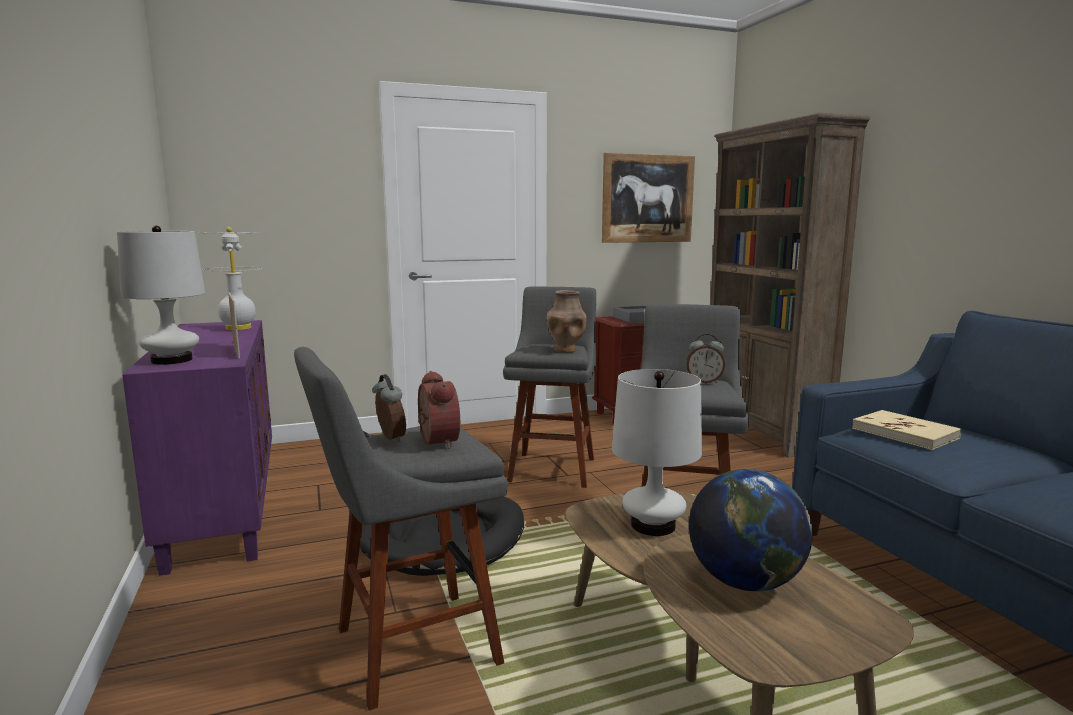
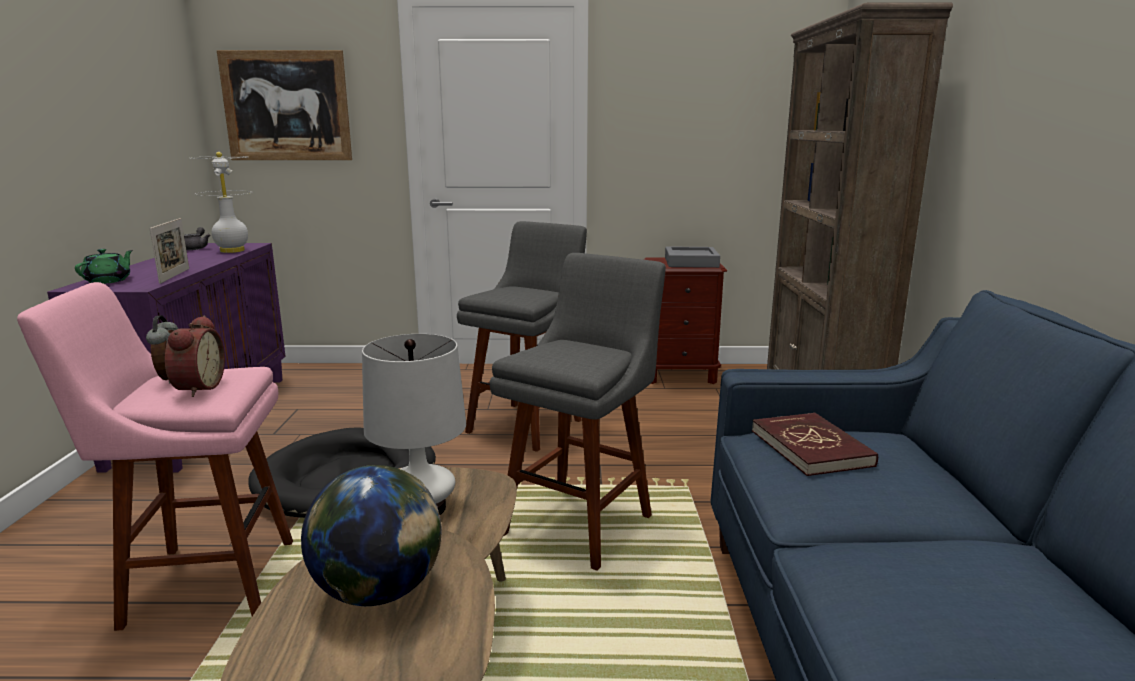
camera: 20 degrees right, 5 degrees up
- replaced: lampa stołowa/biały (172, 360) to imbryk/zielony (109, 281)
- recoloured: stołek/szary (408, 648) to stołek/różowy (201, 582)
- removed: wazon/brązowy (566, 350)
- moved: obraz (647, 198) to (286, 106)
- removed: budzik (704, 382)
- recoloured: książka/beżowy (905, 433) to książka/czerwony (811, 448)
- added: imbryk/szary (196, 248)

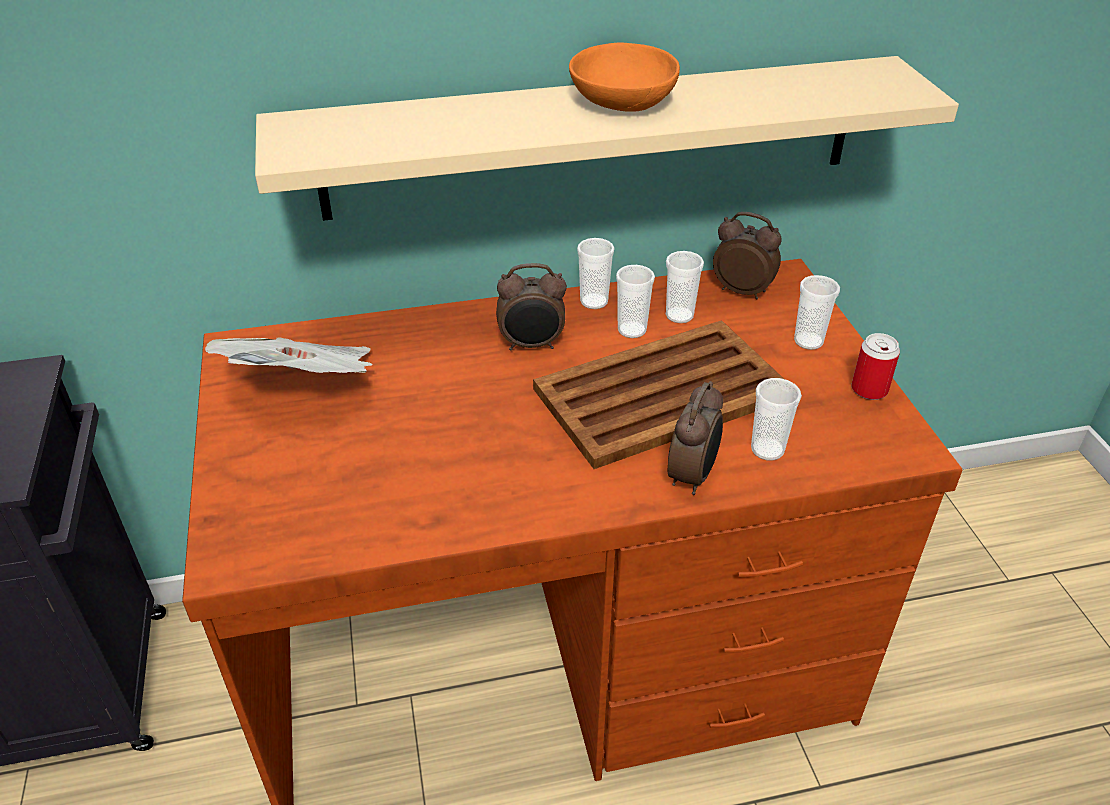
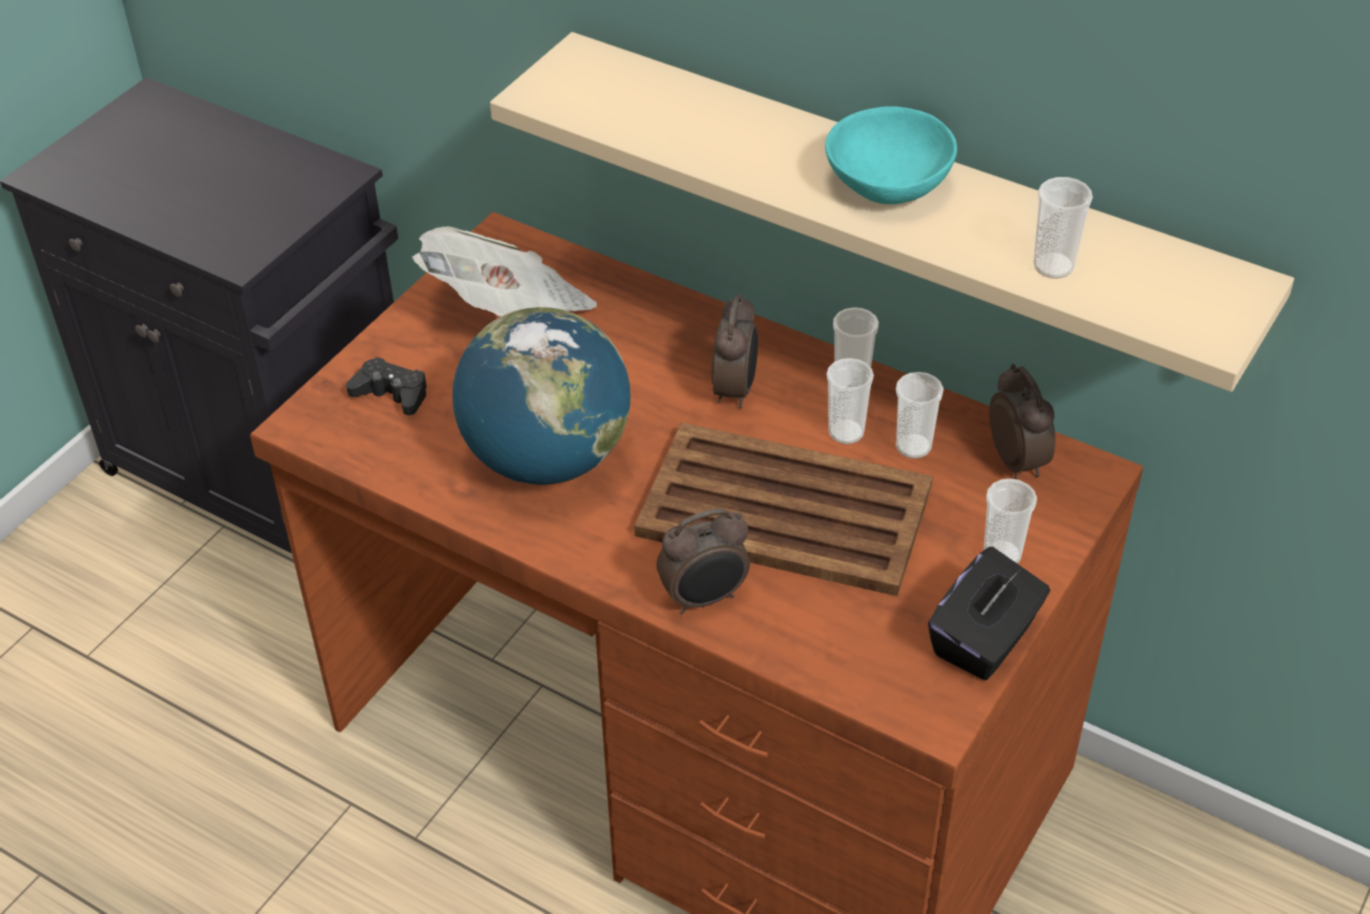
camera: 45 degrees right, 5 degrees up
- turned: budzik (532, 345) = (735, 389) 120 degrees counterclockwise
- recoloured: miska/pomarańczowy (621, 103) to miska/turkusowy (886, 183)
- moved: filiżanka (767, 449) to (1053, 266)
- replaced: puszka (869, 389) to pudełko chusteczek/czarny (985, 640)
- added: pad do gier/czarny (391, 394)
- added: globus (547, 458)

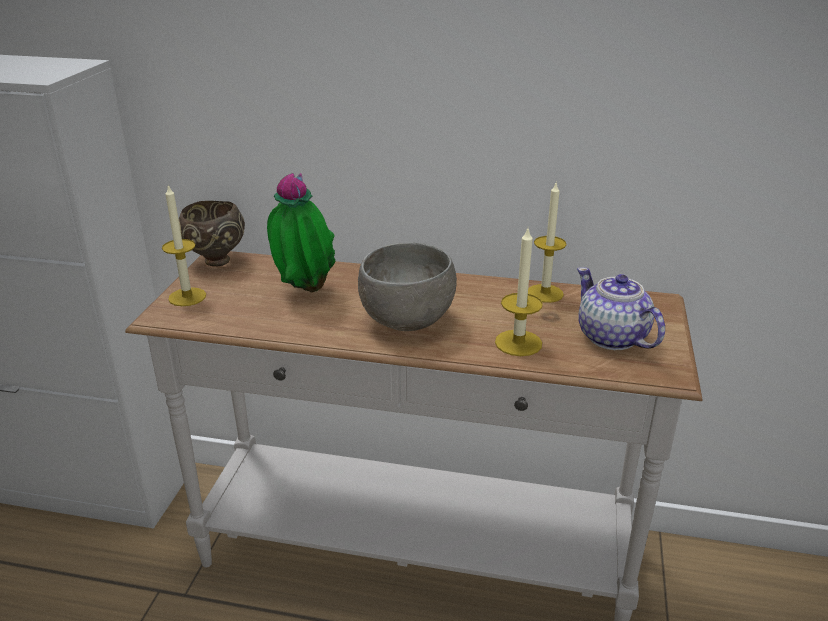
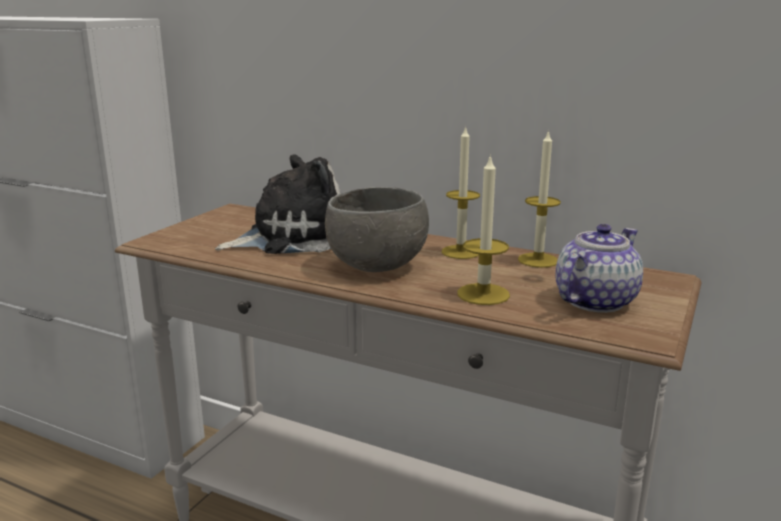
camera: 15 degrees right, 10 degrees down
- moved: świeca (187, 297) to (460, 252)
- removed: miska/brązowy (215, 261)
- replaced: roślina doniczkowa (304, 292) to pluszak (292, 237)
- turned: imbryk (612, 338) = (593, 301) 60 degrees clockwise

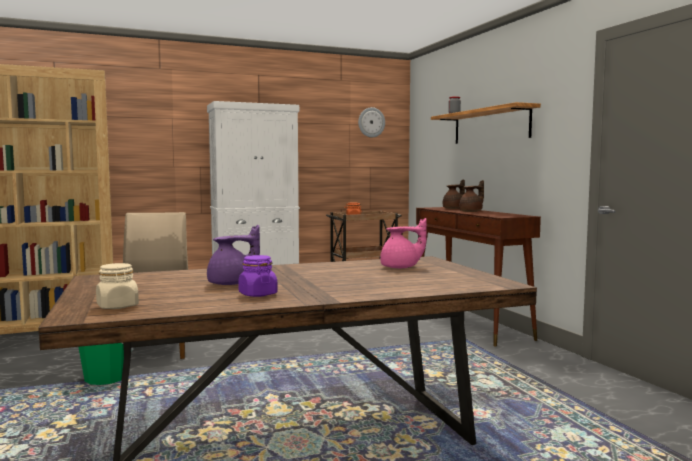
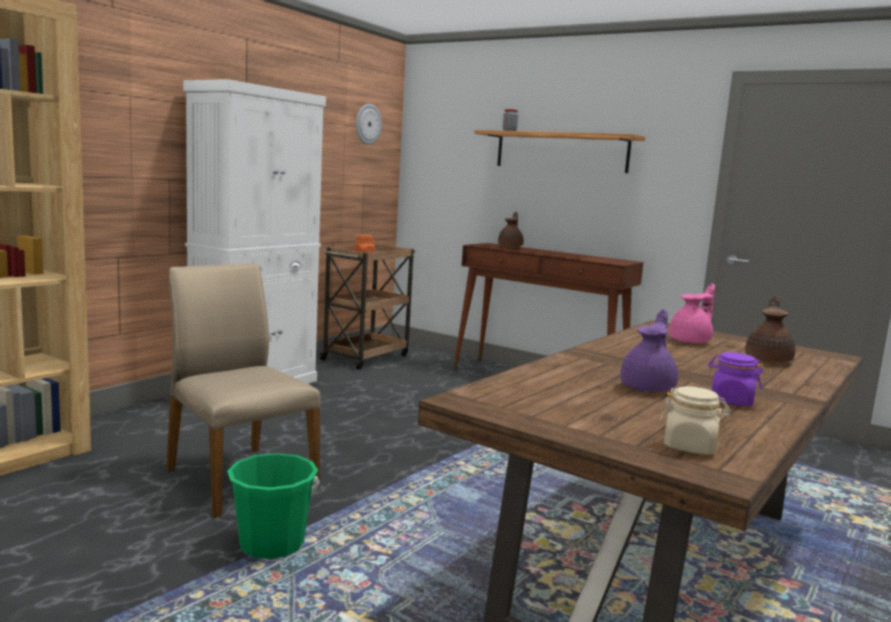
camera: 35 degrees left, 5 degrees up
- moved: imbryk/brązowy (471, 211) to (768, 360)

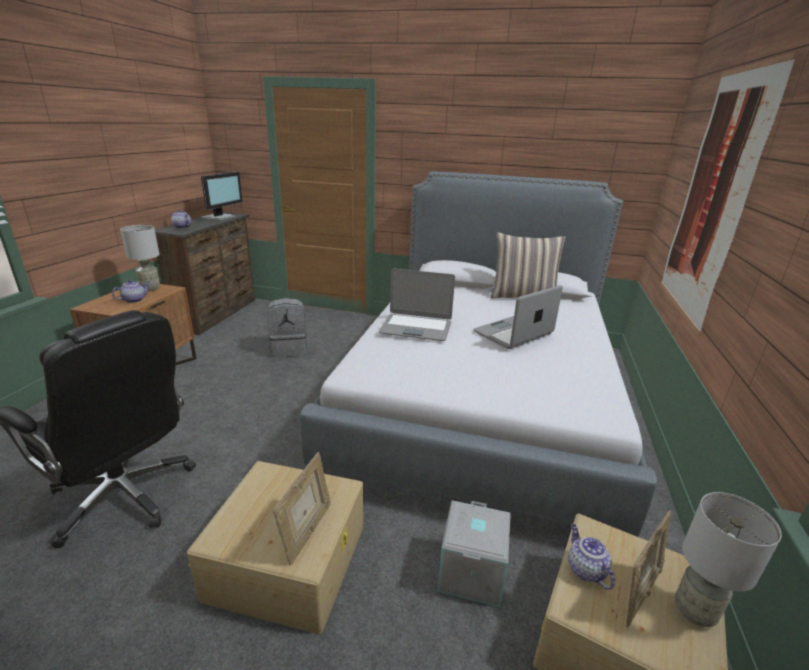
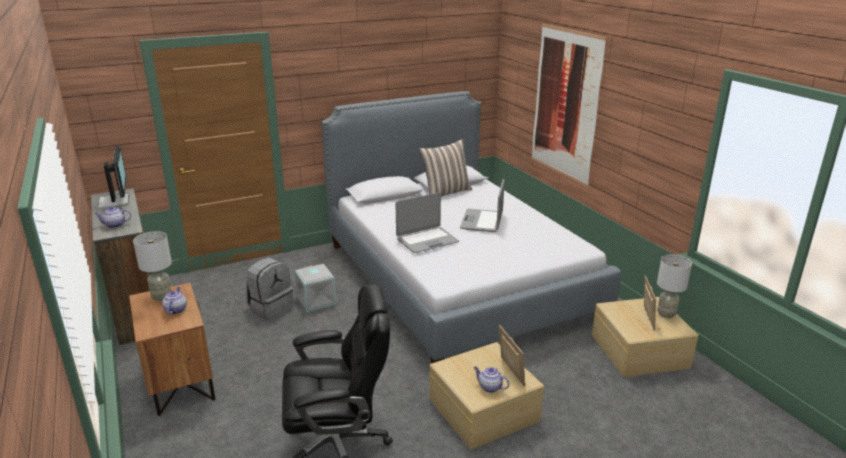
camera: 40 degrees left, 0 degrees up
- moved: pojemnik do przechowywania/szary (472, 573) to (317, 300)
- moved: imbryk (585, 569) to (489, 387)

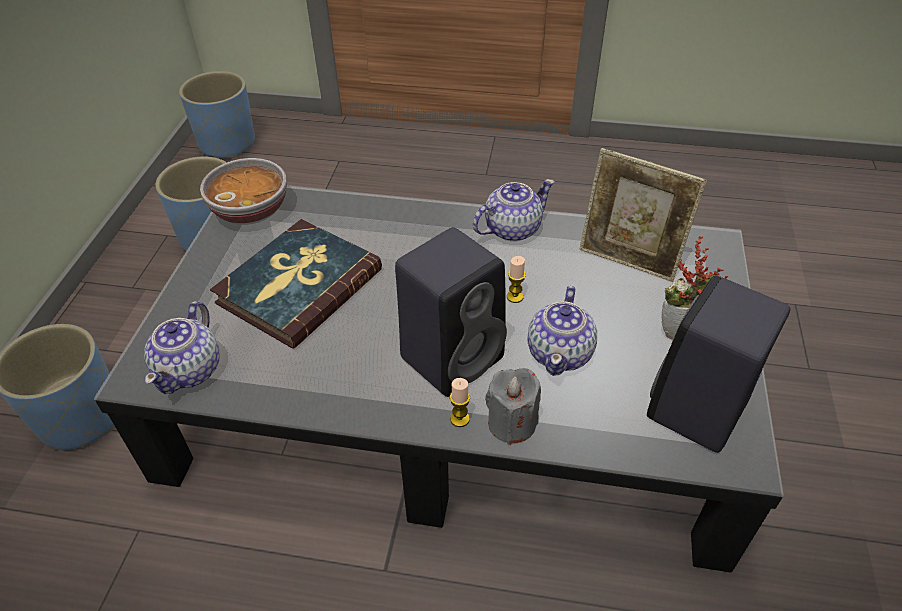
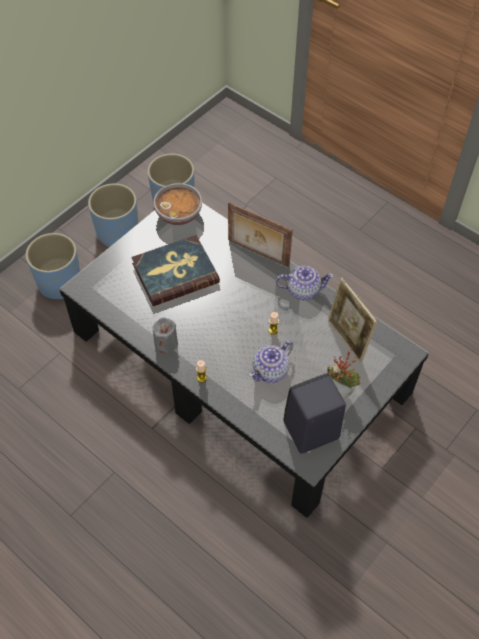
camera: 30 degrees right, 10 degrees up
- removed: imbryk (190, 369)
- moved: donica/niebieski (227, 144) to (117, 233)
- removed: głośnik/czarny (454, 355)
- moved: świeca/szary (512, 423) to (166, 343)
- added: ramka na zdjęcie (257, 253)

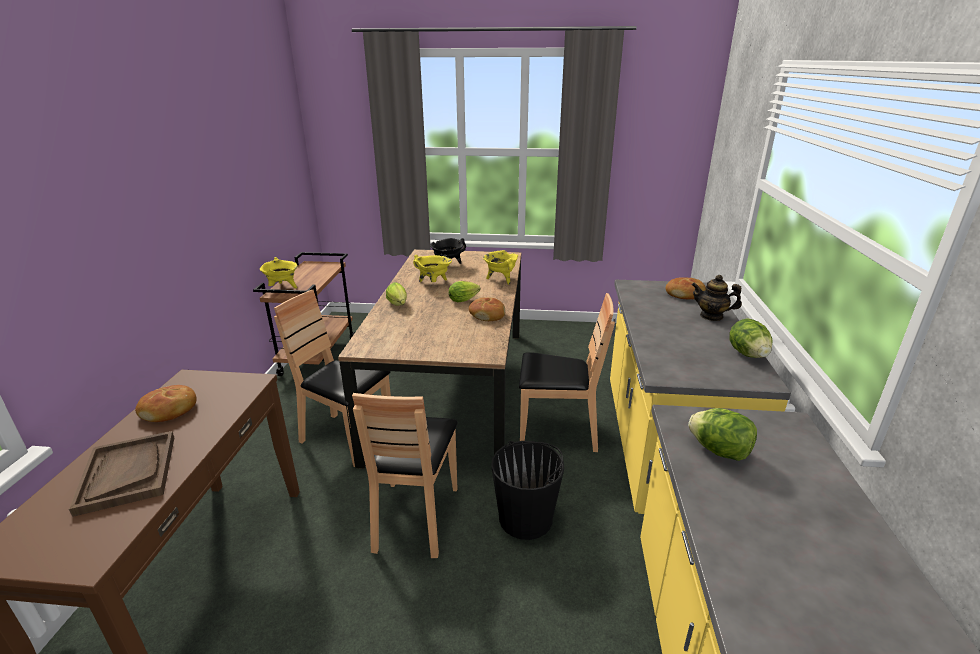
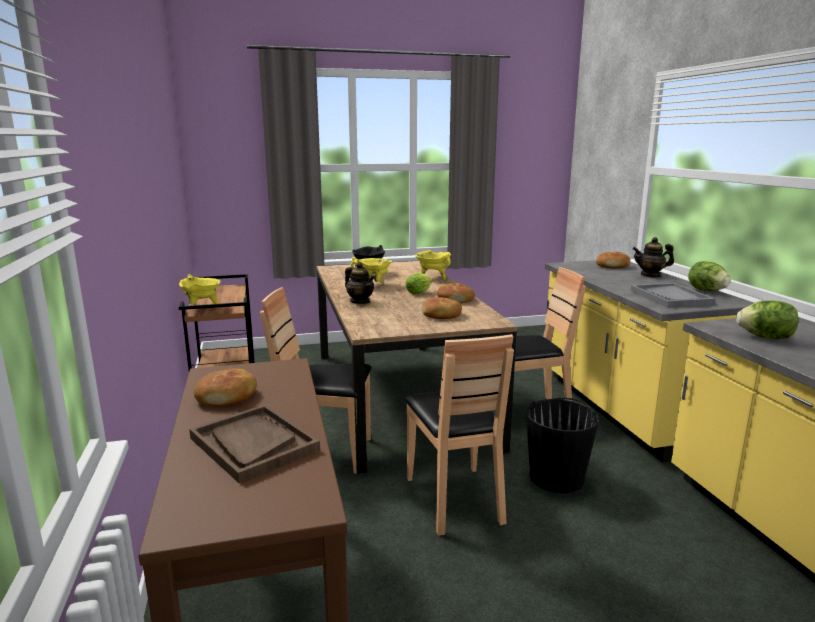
camera: 20 degrees left, 10 degrees down
- replaced: sałata (398, 305) to imbryk (360, 302)
- added: chleb (441, 315)
- added: taca/szary (670, 297)

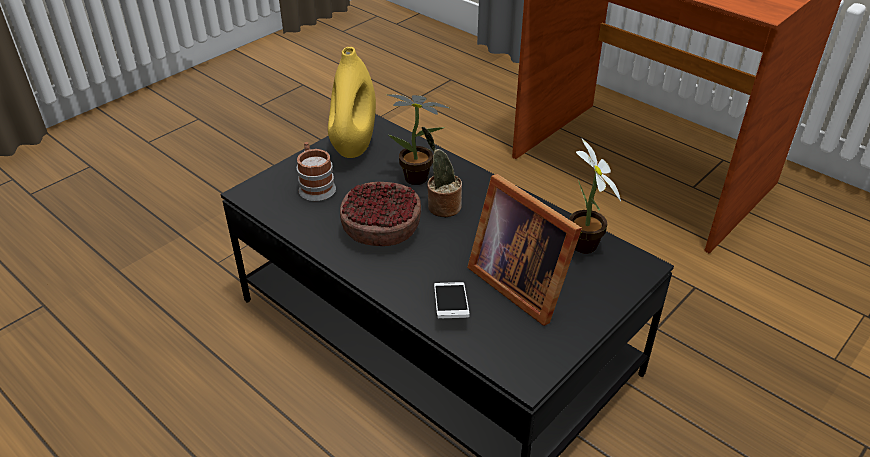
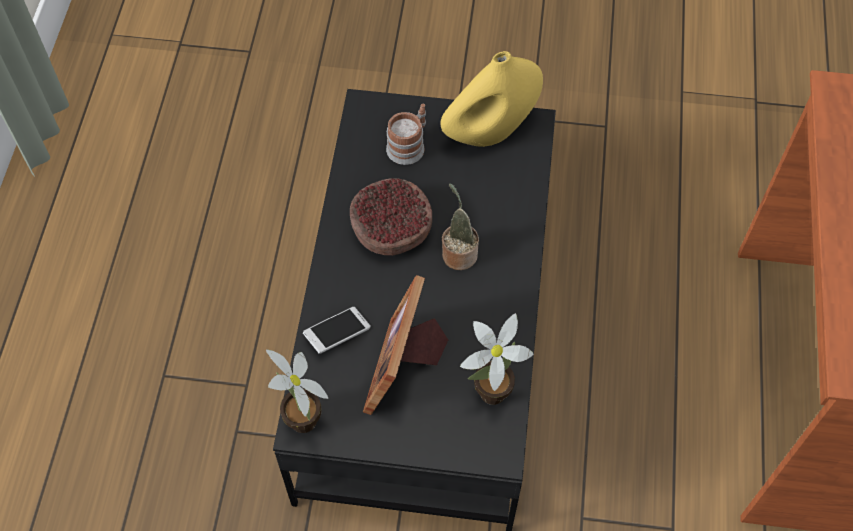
camera: 55 degrees right, 20 degrees up
- moved: roślina doniczkowa (420, 179) to (303, 425)

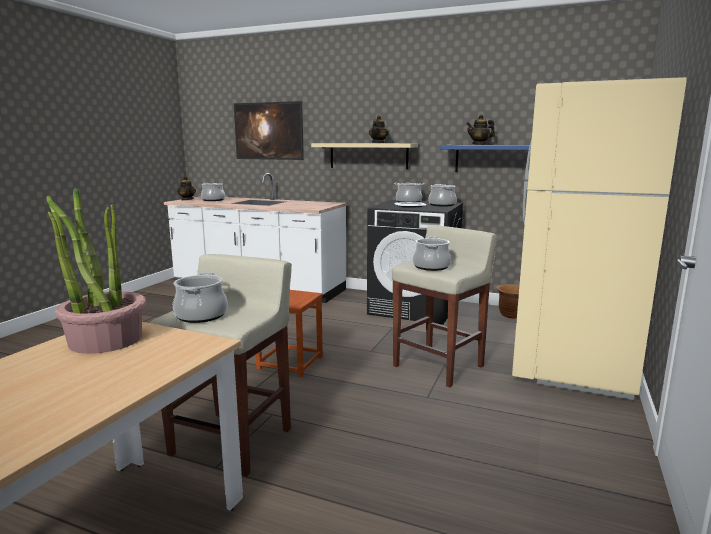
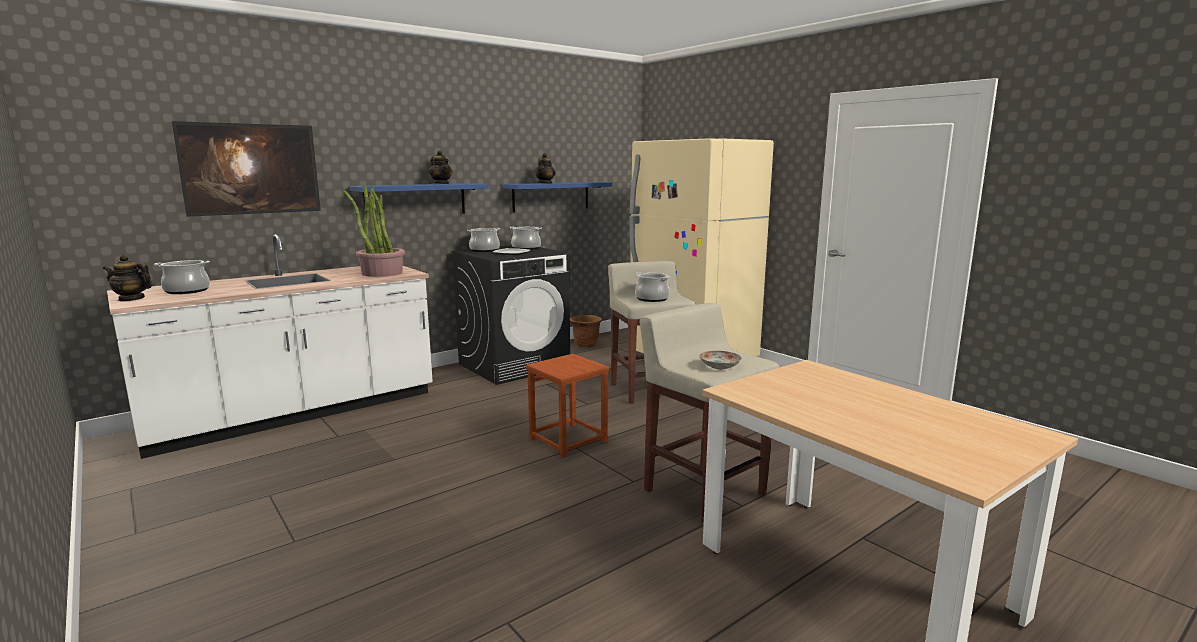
camera: 60 degrees left, 0 degrees up
- moved: roślina doniczkowa (105, 339) to (381, 273)
- replaced: garnek (201, 315) to talerz (720, 366)
- recoloured: półka/beżowy (368, 156) to półka/niebieski (416, 200)

